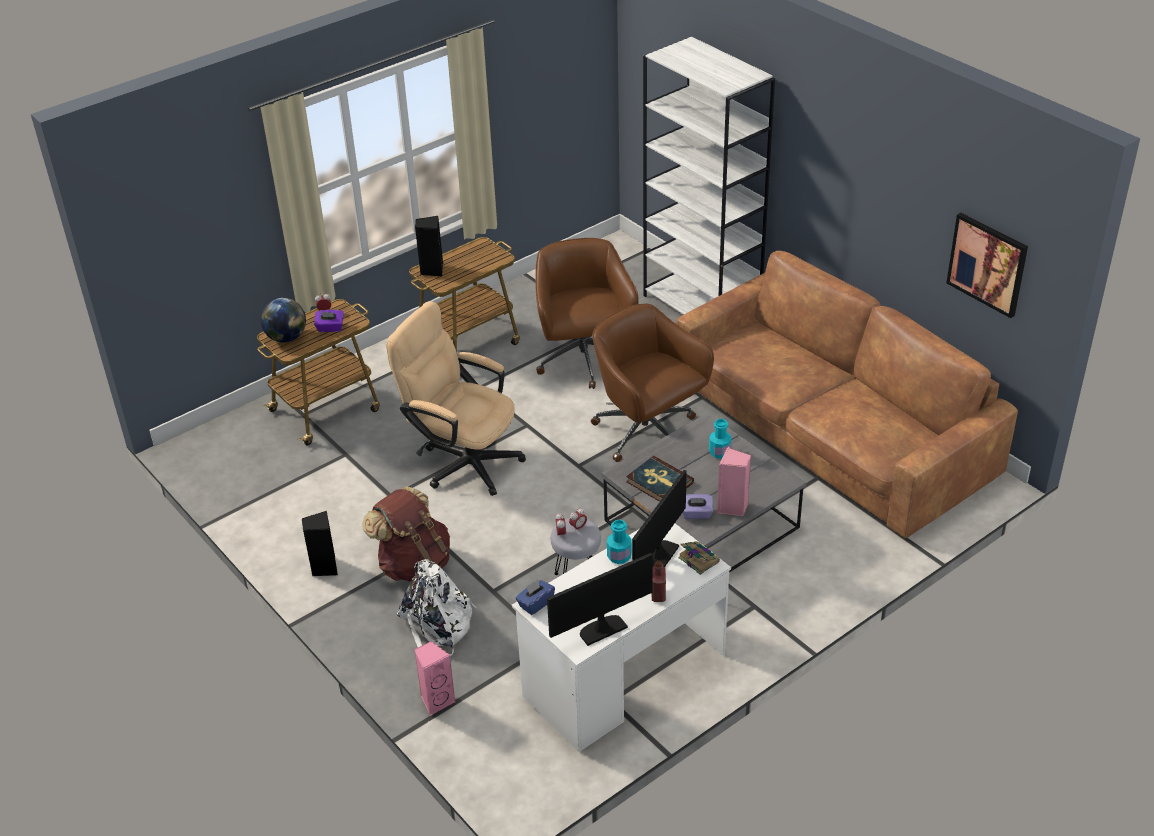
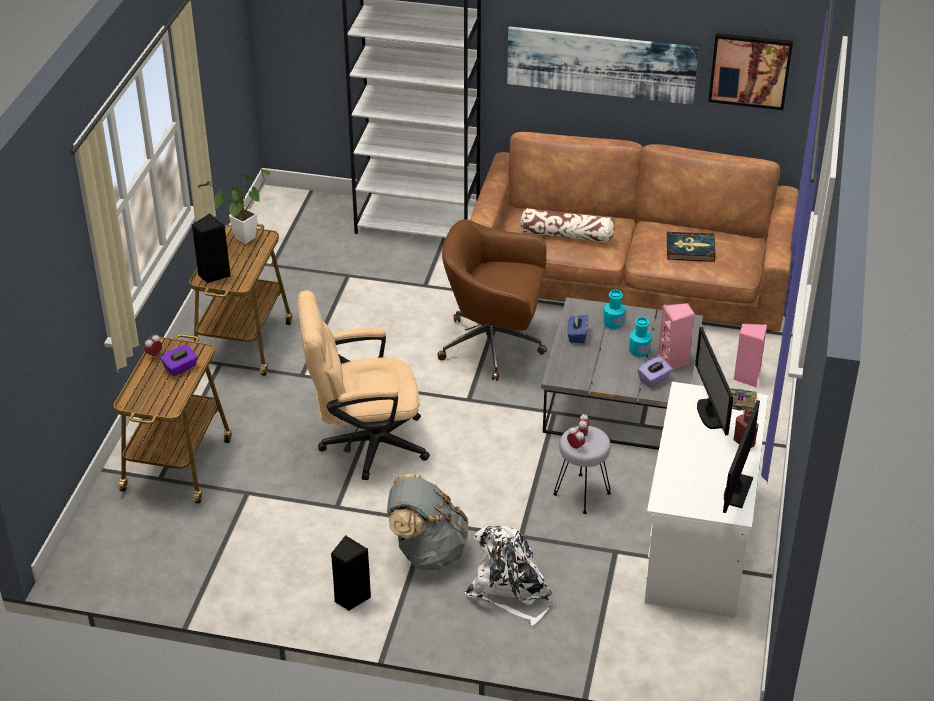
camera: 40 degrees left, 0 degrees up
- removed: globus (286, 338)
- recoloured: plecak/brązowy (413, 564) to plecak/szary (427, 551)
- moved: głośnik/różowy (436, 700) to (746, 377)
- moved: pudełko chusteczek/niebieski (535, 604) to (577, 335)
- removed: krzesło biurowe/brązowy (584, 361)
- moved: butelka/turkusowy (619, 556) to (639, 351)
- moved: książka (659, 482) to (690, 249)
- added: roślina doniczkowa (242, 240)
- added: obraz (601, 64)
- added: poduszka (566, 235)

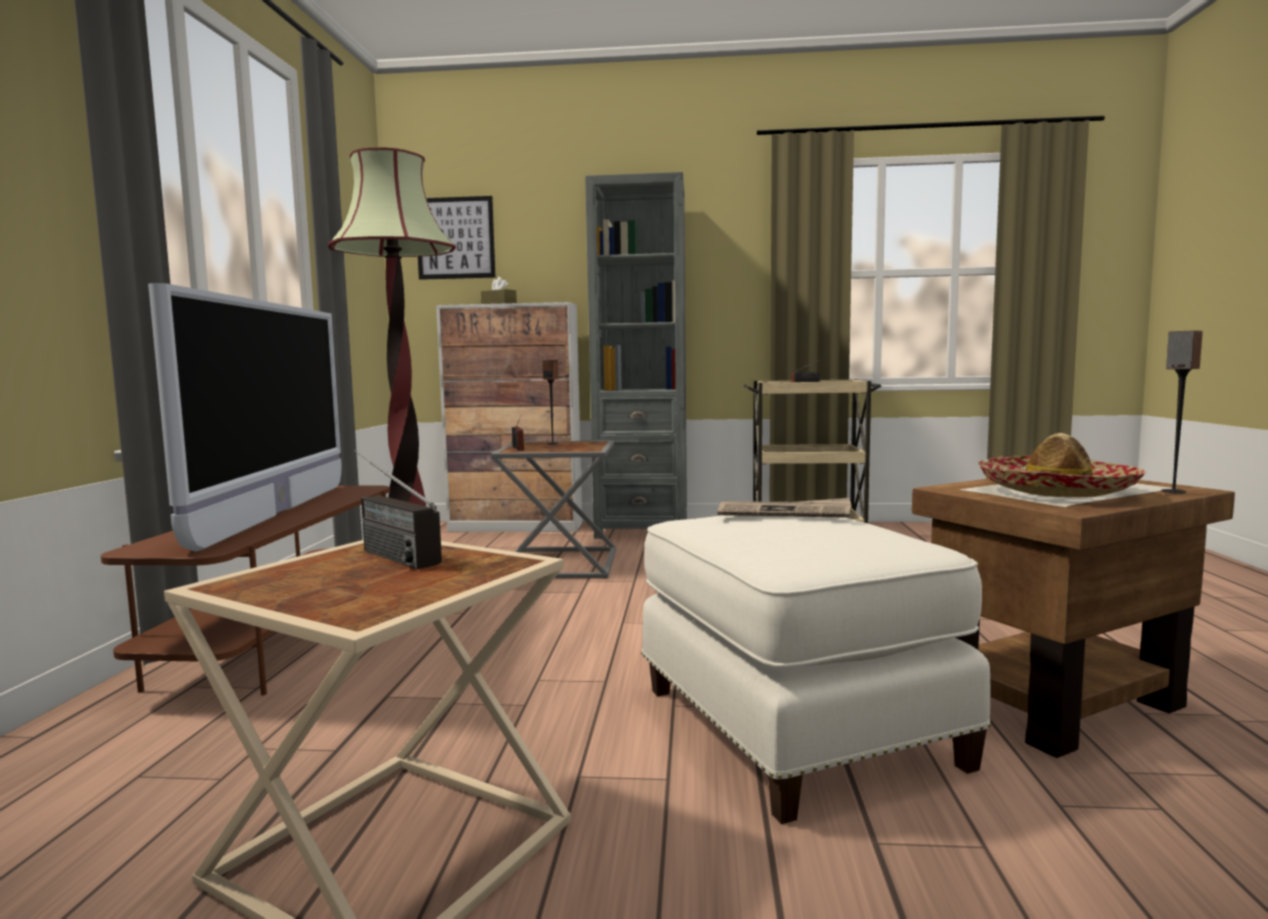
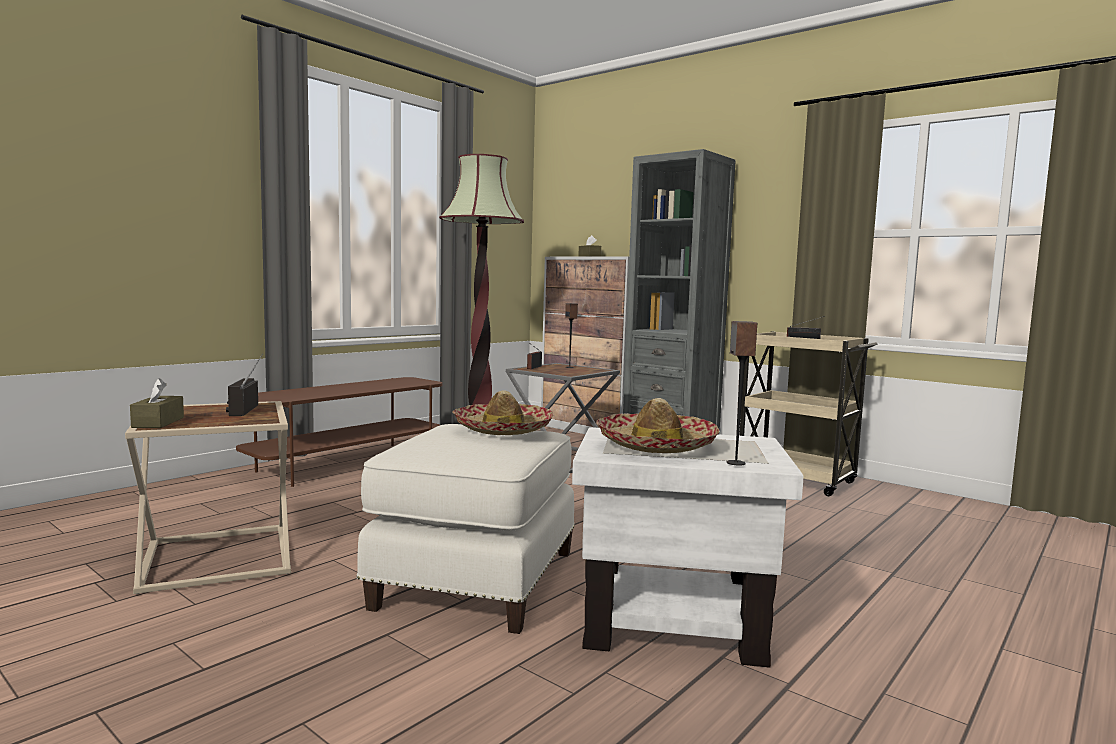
camera: 35 degrees right, 0 degrees up
- removed: telewizor (277, 513)
- removed: obraz (455, 238)
- replaced: gazeta (784, 512) to kapelusz (502, 429)
- recoloured: stolik/brązowy (1053, 701) to stolik/biały (672, 627)
- added: pudełko chusteczek/brązowy (158, 422)

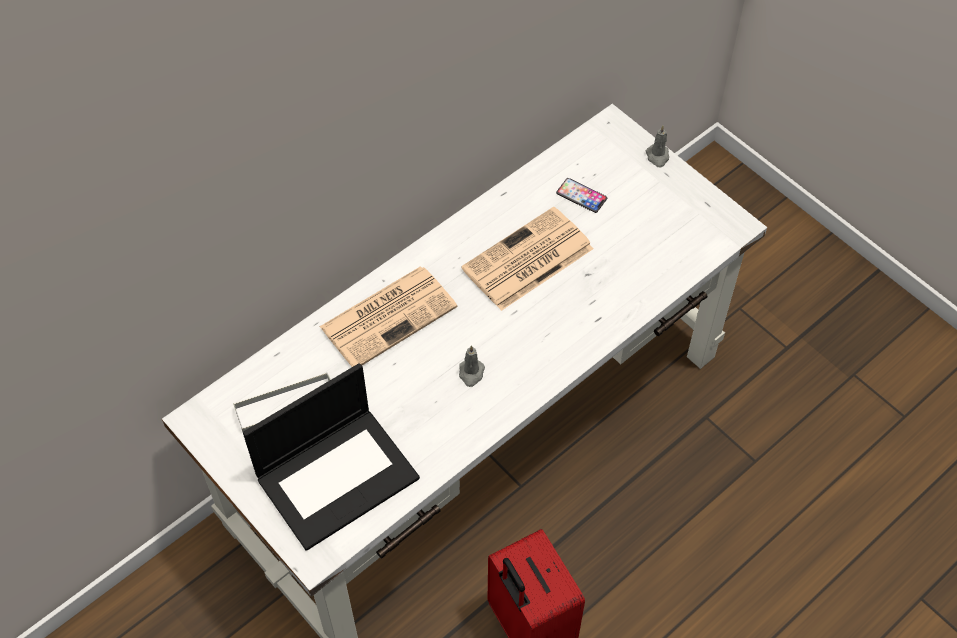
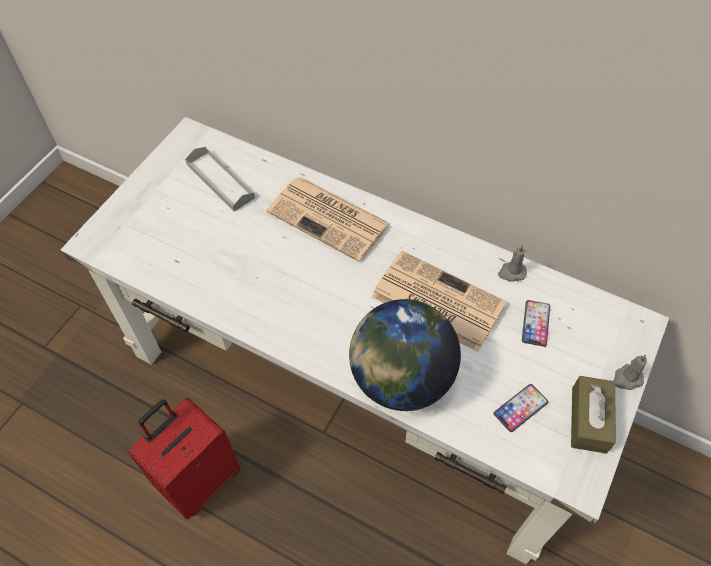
camera: 70 degrees right, 0 degrees up
- removed: laptop (338, 476)
- moved: świeca/szary (471, 373) to (511, 272)
- added: globus (400, 378)
- added: telefon (520, 408)
- added: pudełko chusteczek/brązowy (589, 419)

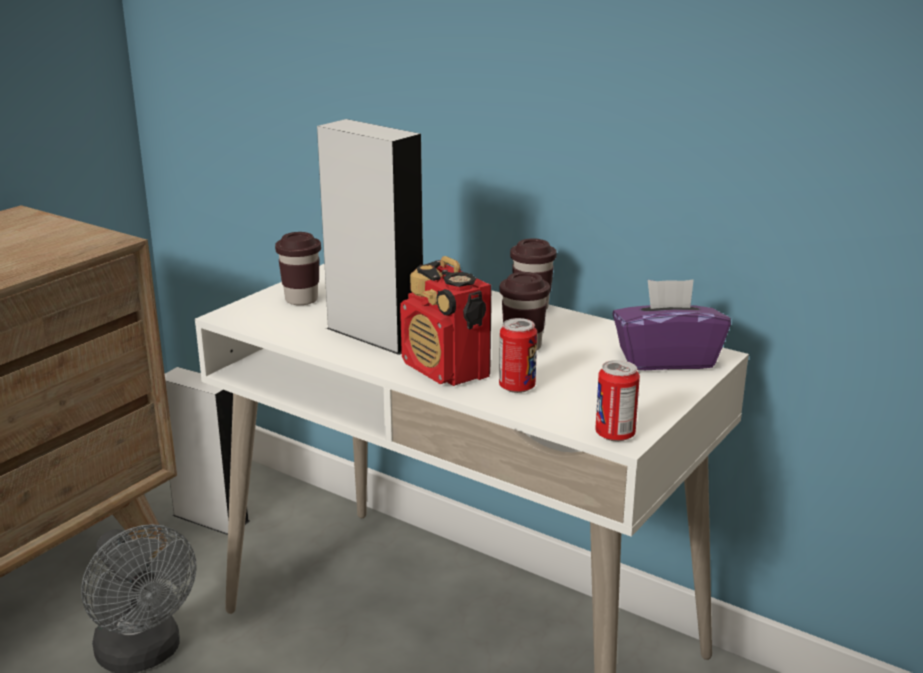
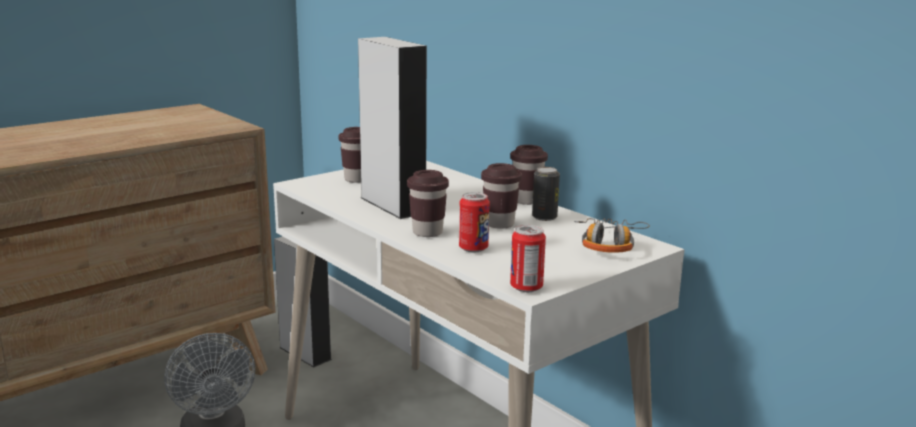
camera: 15 degrees right, 5 degrees down
- replaced: radio (446, 370) to filiżanka/brązowy (427, 232)
- replaced: pudełko chusteczek/fioletowy (666, 359) to słuchawki (609, 244)
- added: puszka (544, 217)

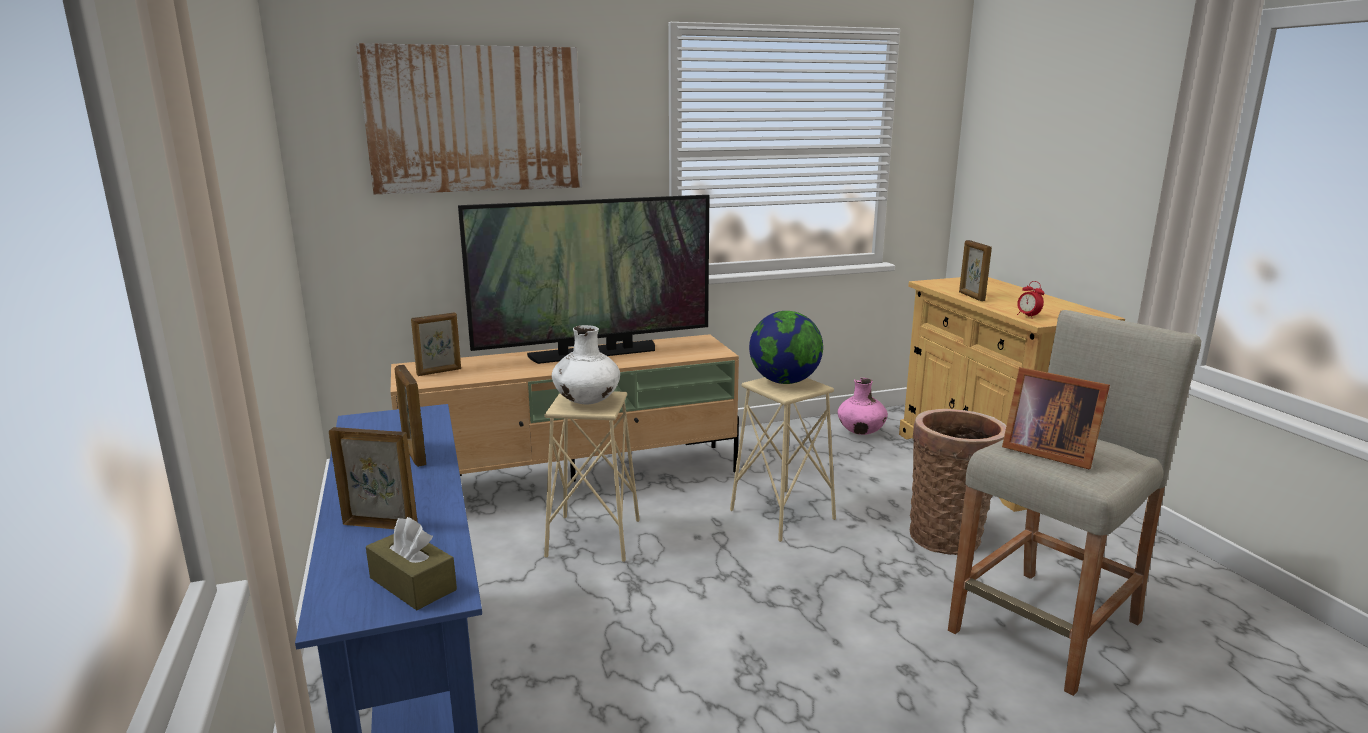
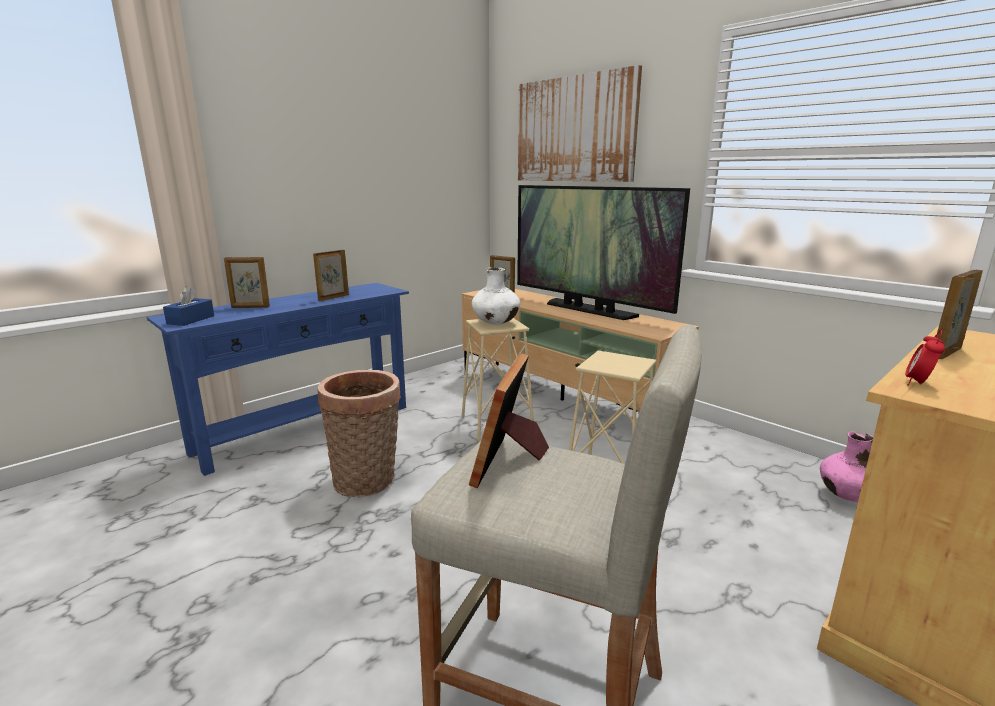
camera: 65 degrees right, 0 degrees up
- turned: ramka na zdjęcie (381, 525) = (250, 307) 105 degrees clockwise
- recoloured: pudełko chusteczek/brązowy (413, 584) to pudełko chusteczek/niebieski (191, 320)
- removed: globus (784, 382)
- moved: koszyk (948, 535) to (367, 482)

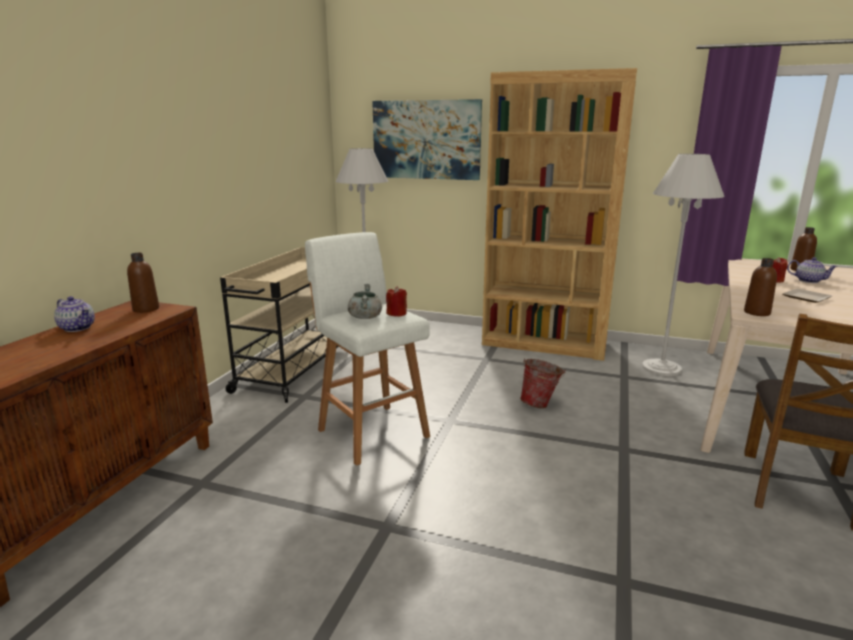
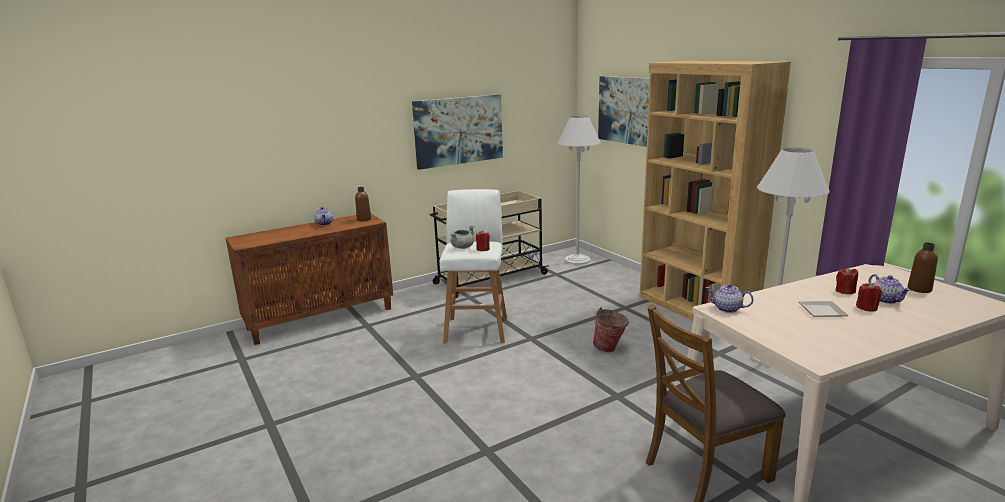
camera: 40 degrees right, 0 degrees up
- replaced: butelka/brązowy (757, 313) to imbryk (727, 309)
- added: obraz (458, 130)
- added: świeca/czerwony (867, 308)

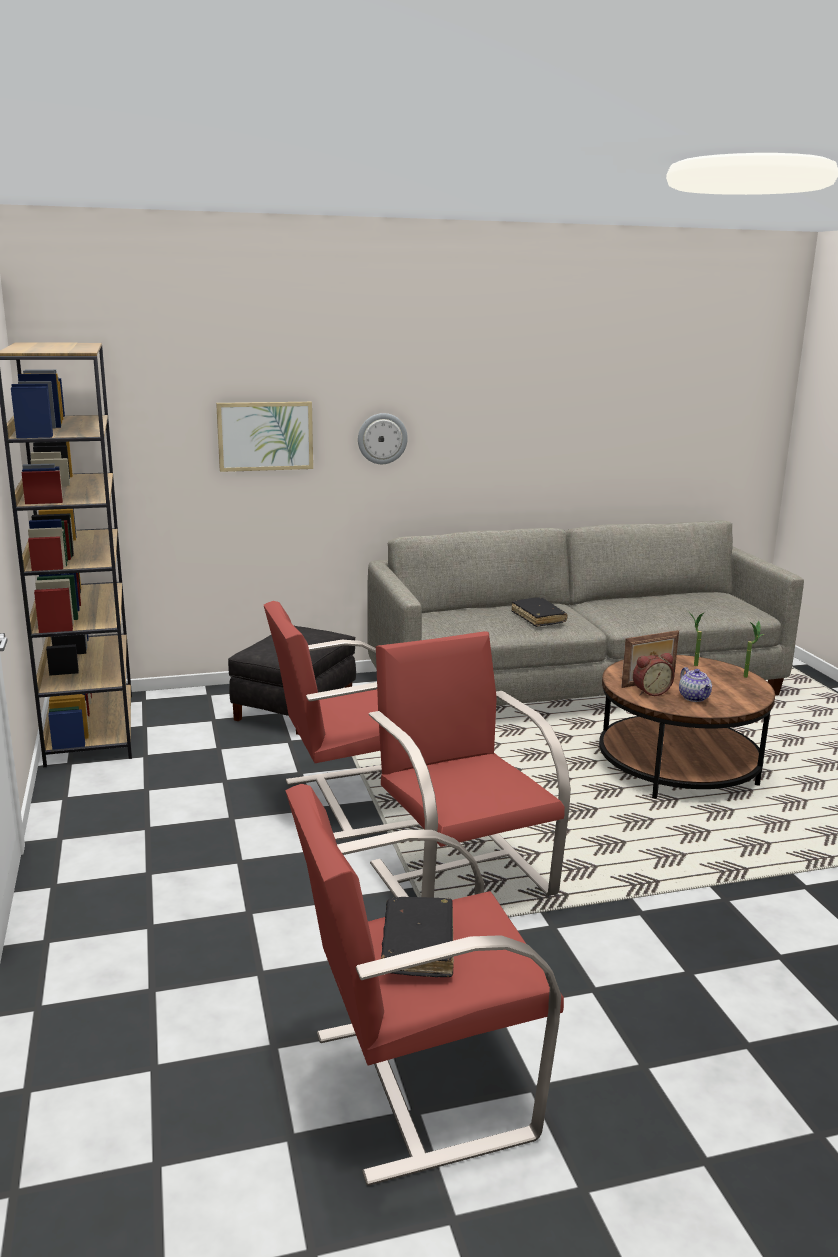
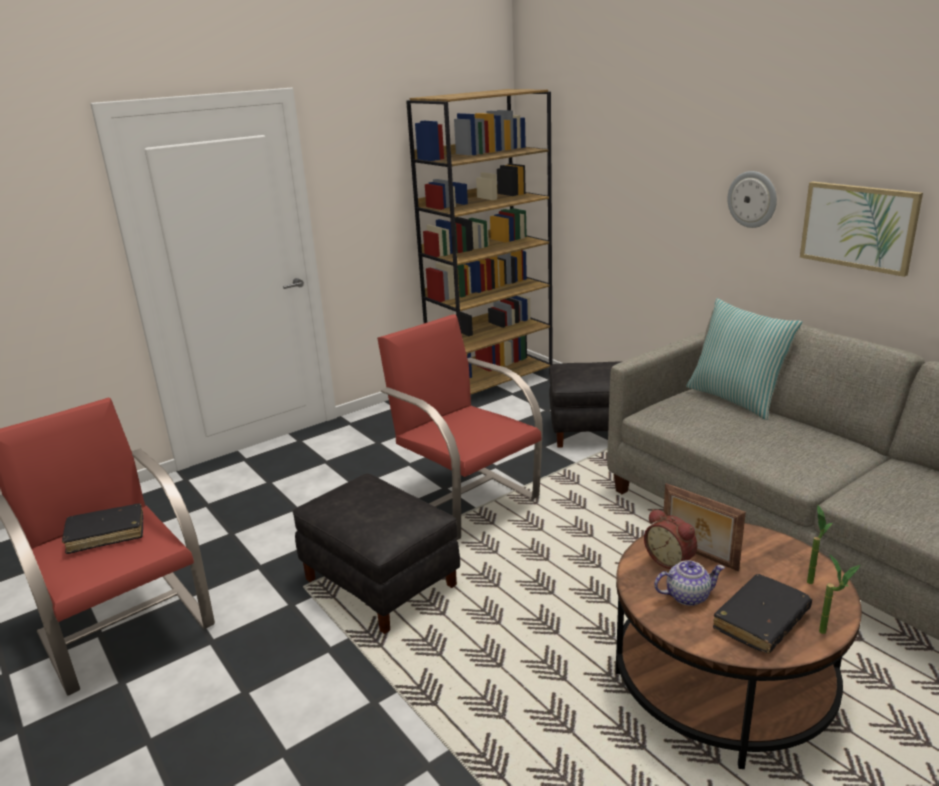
camera: 70 degrees right, 5 degrees up
- moved: obraz (265, 436) to (858, 226)
- replaced: fotel/czerwony (461, 878) to pufa/czarny (381, 582)
- moved: książka/czarny (538, 618) to (761, 621)
- turned: imbryk (694, 698) = (688, 596) 150 degrees counterclockwise
- added: poduszka (736, 399)

